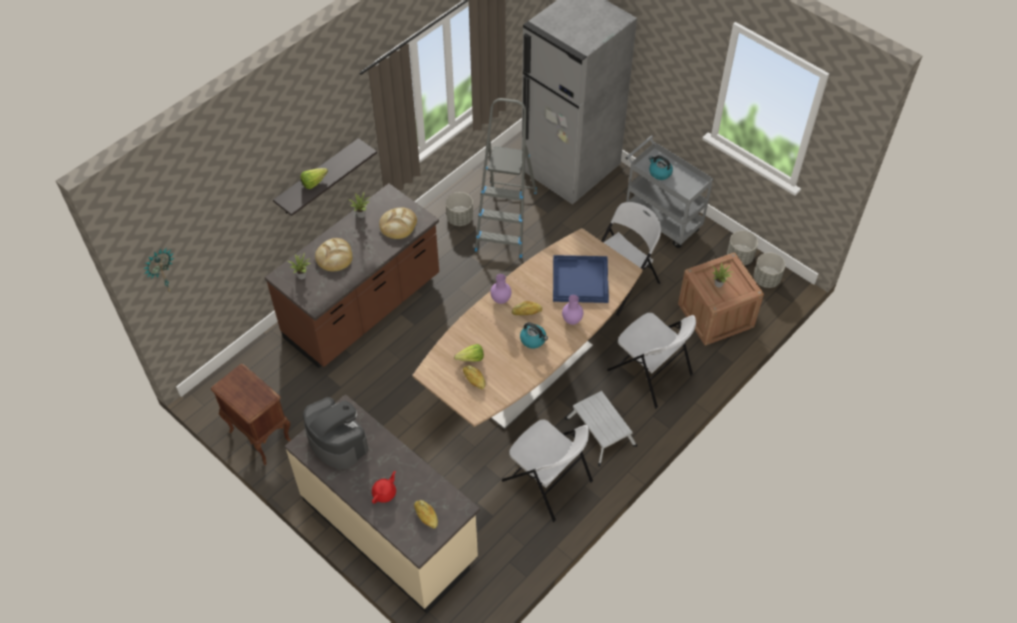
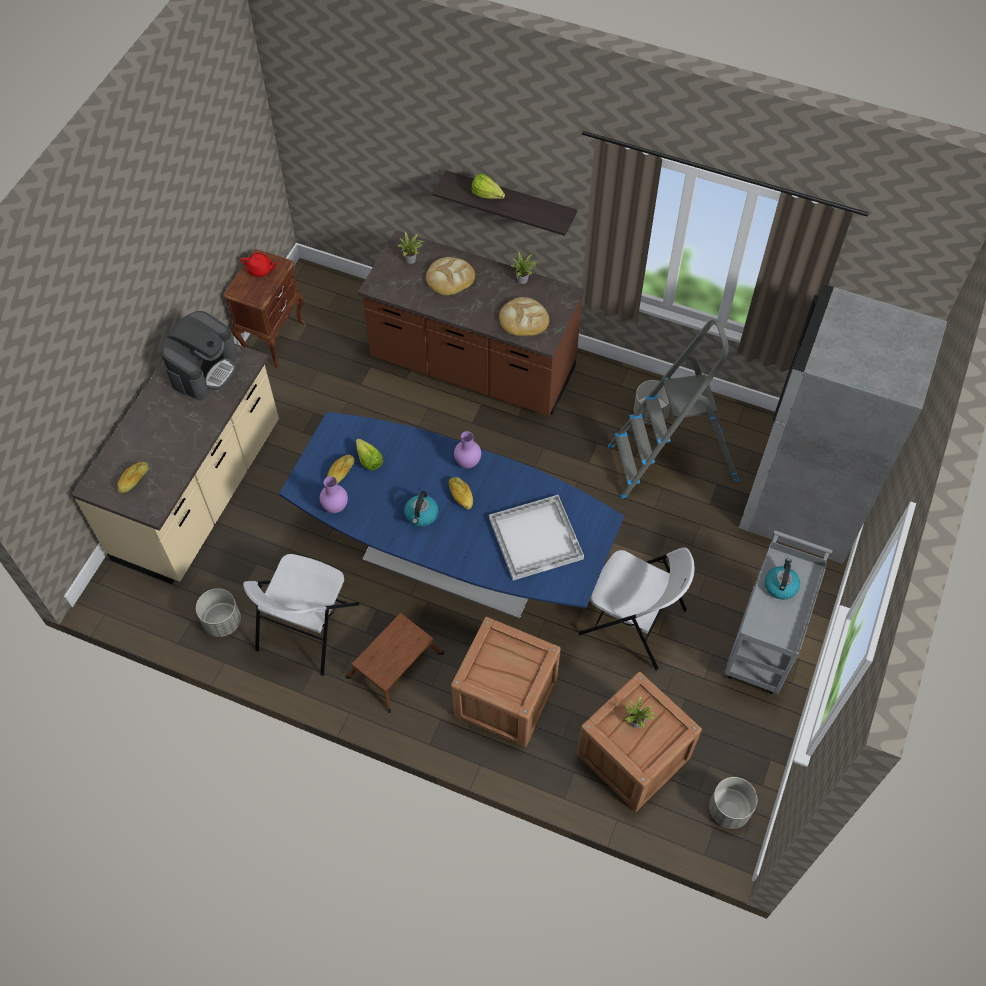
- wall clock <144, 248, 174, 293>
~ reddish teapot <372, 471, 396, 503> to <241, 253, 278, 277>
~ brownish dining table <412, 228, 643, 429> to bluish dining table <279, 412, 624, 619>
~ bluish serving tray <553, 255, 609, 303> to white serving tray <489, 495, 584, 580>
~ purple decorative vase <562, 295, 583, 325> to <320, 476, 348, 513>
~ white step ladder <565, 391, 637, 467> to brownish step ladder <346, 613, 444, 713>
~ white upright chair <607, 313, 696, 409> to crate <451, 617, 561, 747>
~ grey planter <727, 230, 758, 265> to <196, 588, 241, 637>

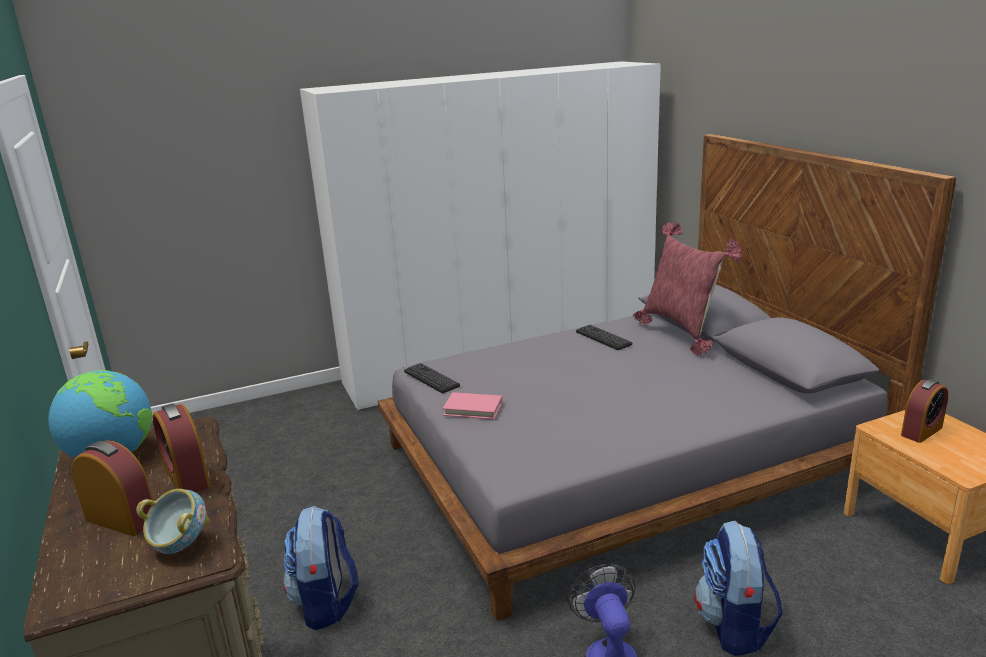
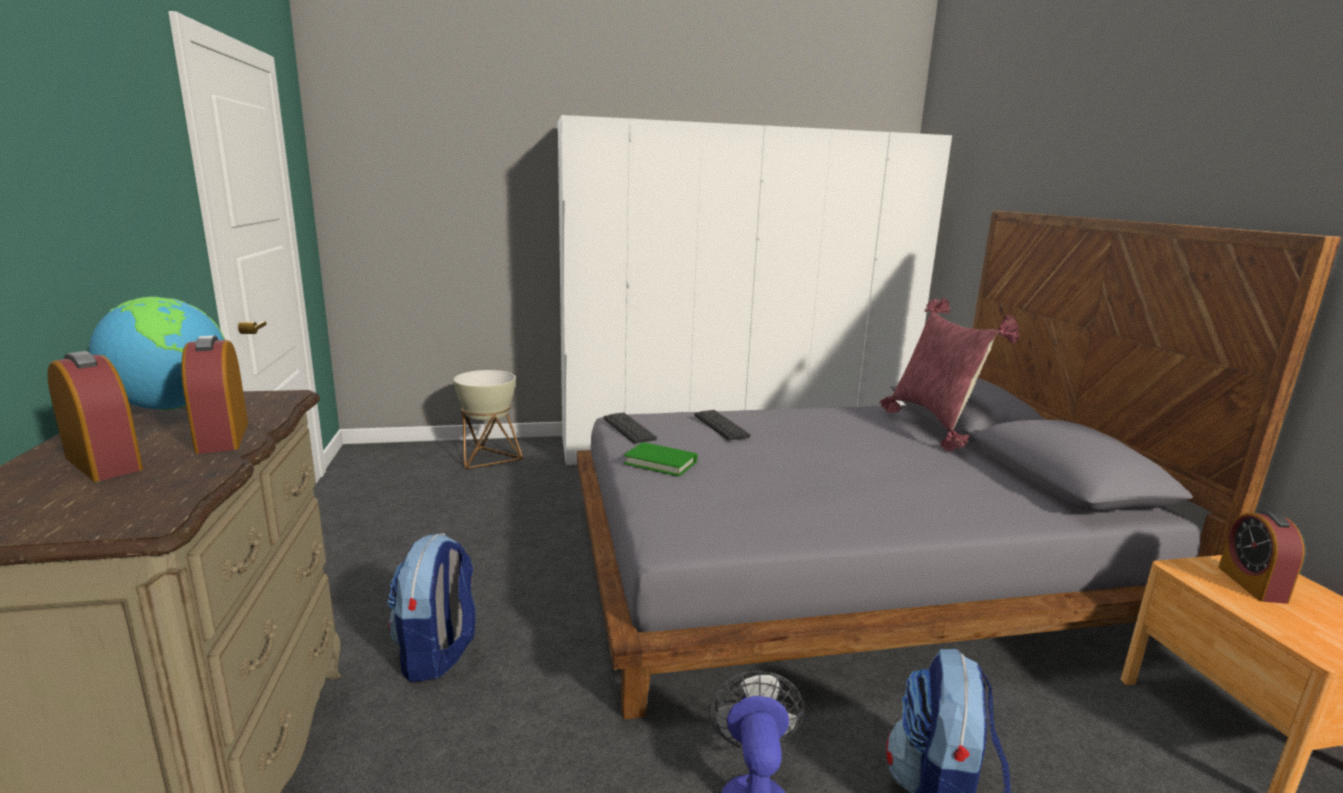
- deep dish <136, 489, 210, 554>
~ pinkish bound book <443, 392, 503, 419> to green-coloured bound book <624, 442, 697, 477>
~ keyboard <576, 325, 632, 350> to <694, 410, 750, 440>
~ bedside clock <901, 379, 948, 443> = <1218, 510, 1304, 604> 120 degrees clockwise
+ planter <454, 370, 523, 469>

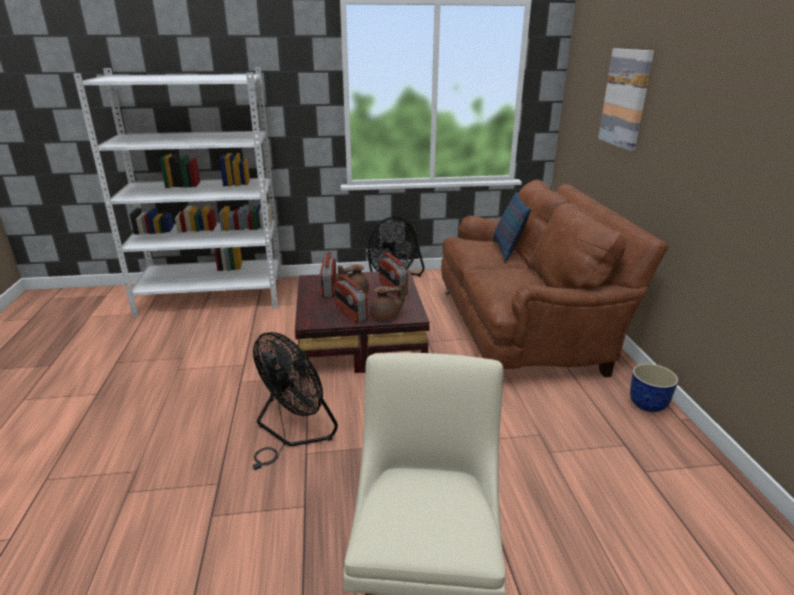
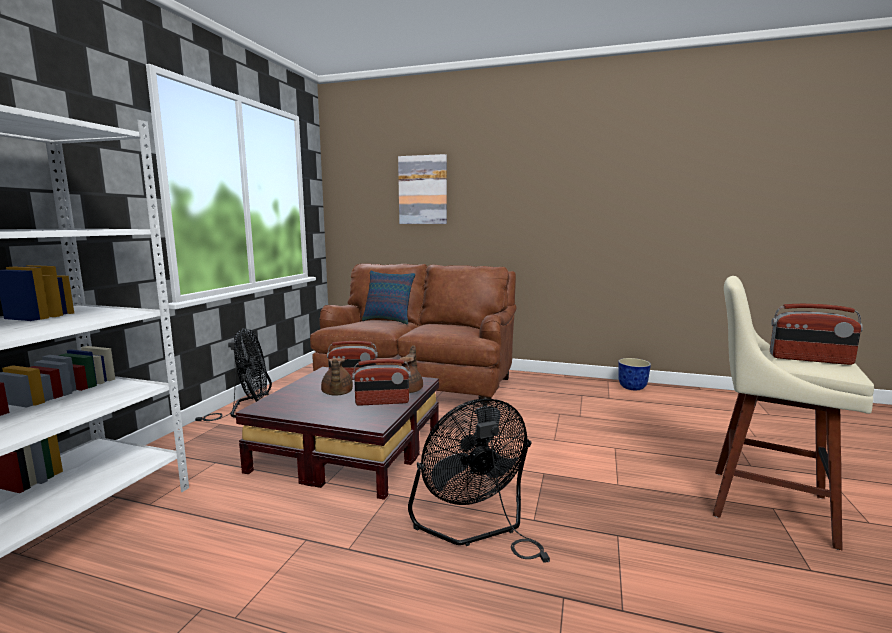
~ radio set <320, 252, 337, 297> to <770, 304, 863, 365>
~ planter <630, 363, 678, 412> to <618, 358, 651, 390>

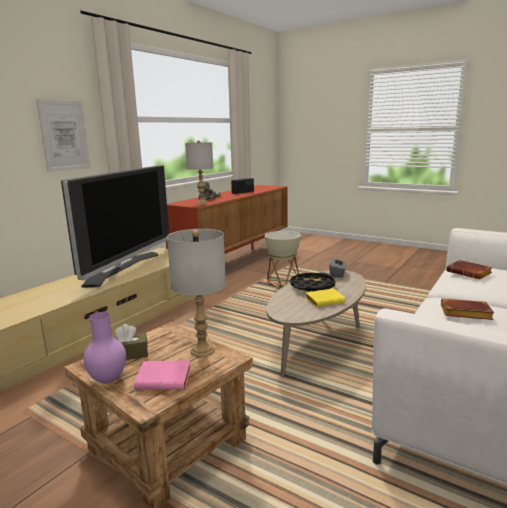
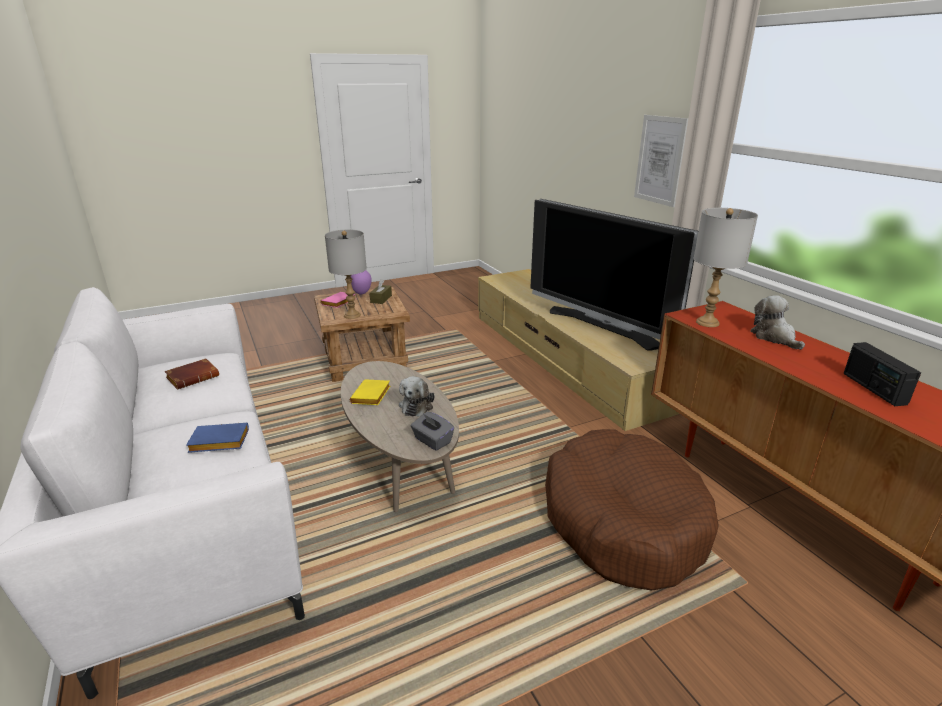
~ planter <264, 231, 301, 289> to brownish dog cushion <545, 429, 719, 590>
~ black serving tray <290, 273, 335, 292> to plush toy <399, 376, 435, 417>
~ brownish bound book <446, 260, 493, 279> to bluish bound book <186, 423, 249, 453>

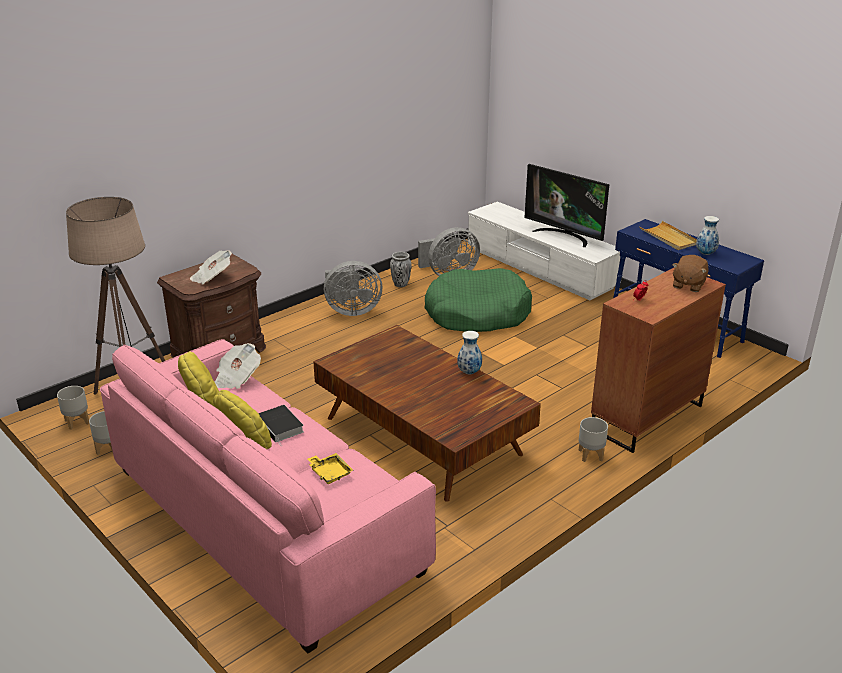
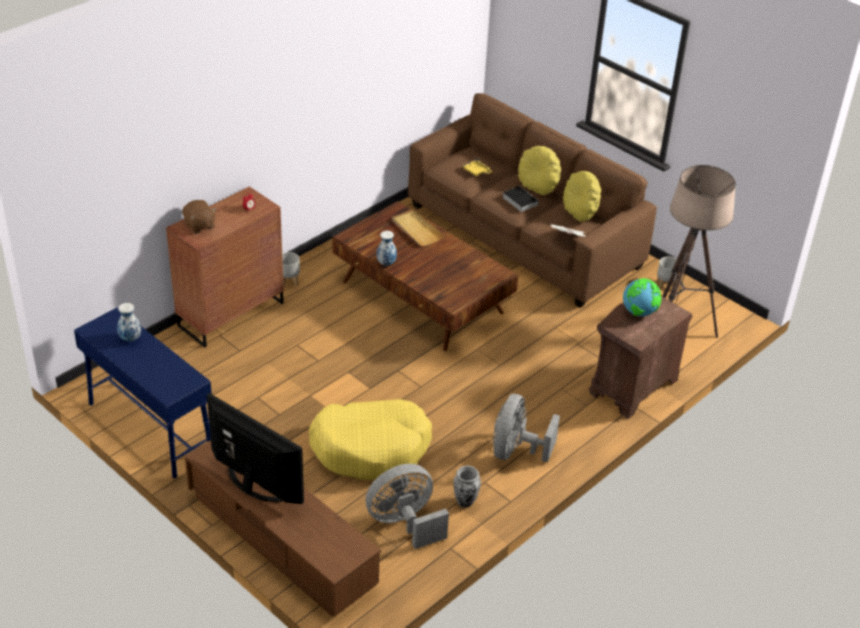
- grey planter <57, 386, 89, 430>
~ pinkish settee <100, 339, 436, 653> to brownish settee <408, 93, 657, 308>
~ printed paper <190, 250, 232, 284> to globe <623, 278, 662, 316>
~ grey fan <324, 261, 383, 316> = <493, 394, 560, 462> 60 degrees counterclockwise
~ green-coloured dog cushion <424, 268, 532, 332> to yellowish dog cushion <309, 399, 432, 480>
~ white tv stand <468, 202, 621, 300> to brownish tv stand <184, 440, 381, 616>
~ sand-coloured serving tray <640, 221, 697, 250> to <392, 209, 444, 246>
~ brownish plush toy <672, 255, 709, 292> = <183, 200, 216, 234> 120 degrees clockwise

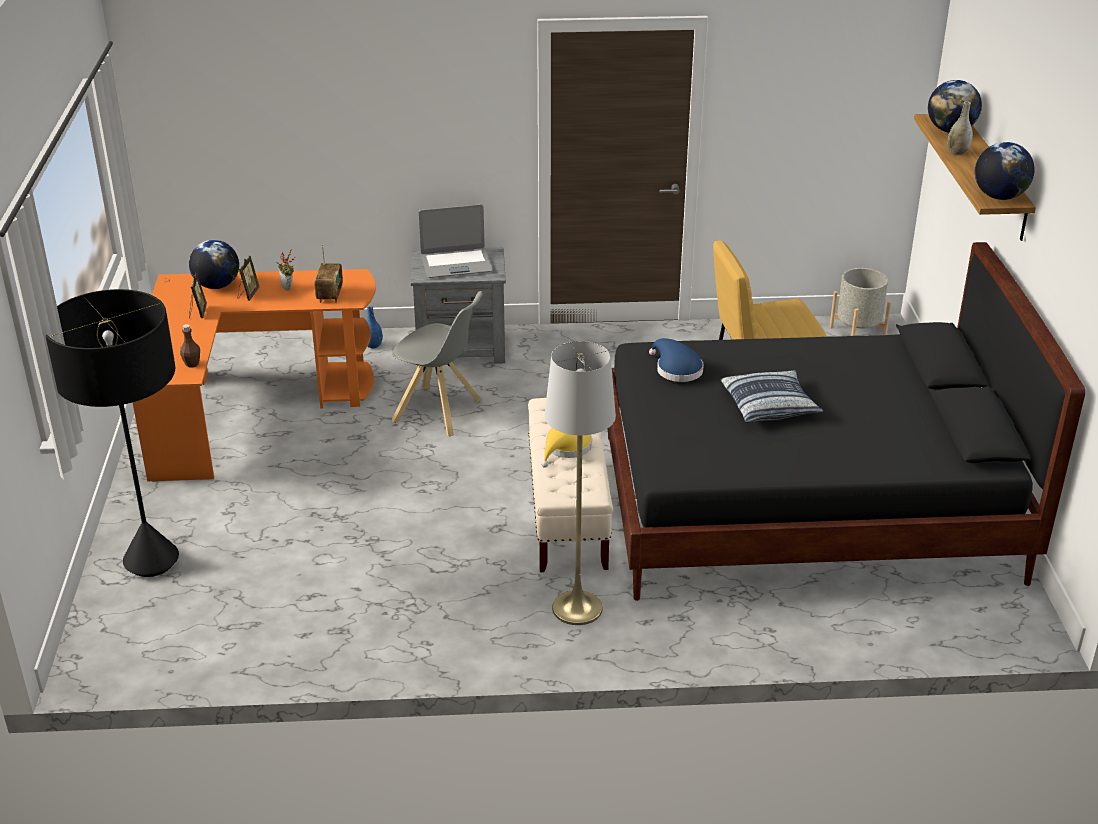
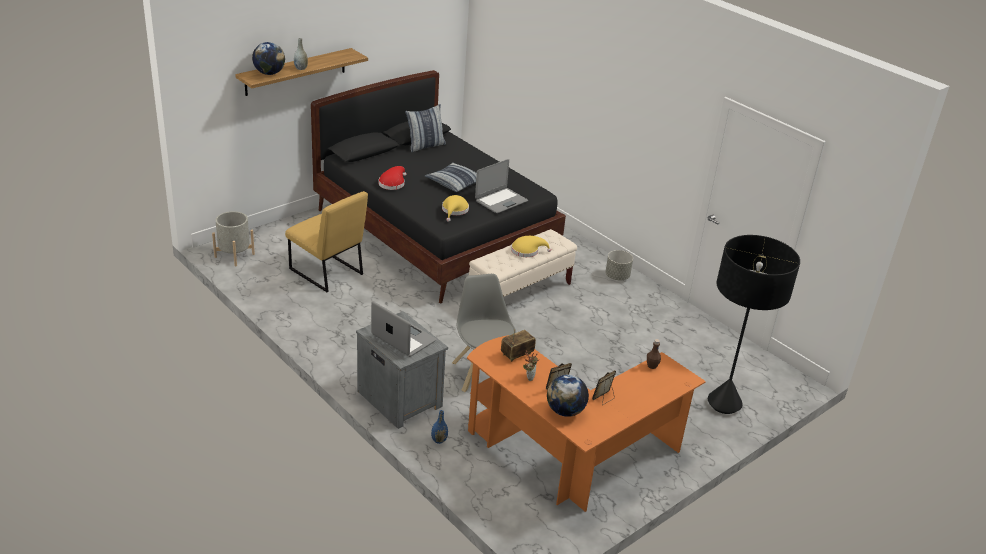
- grey standing lamp <545, 341, 616, 625>
~ bluish wearable hat <649, 338, 703, 382> to yellowish wearable hat <442, 195, 469, 222>
- globe <975, 142, 1035, 200>
+ reddish wearable hat <378, 166, 407, 190>
+ cushion <405, 104, 446, 152>
+ laptop <475, 159, 528, 213>
+ grey planter <605, 250, 633, 280>

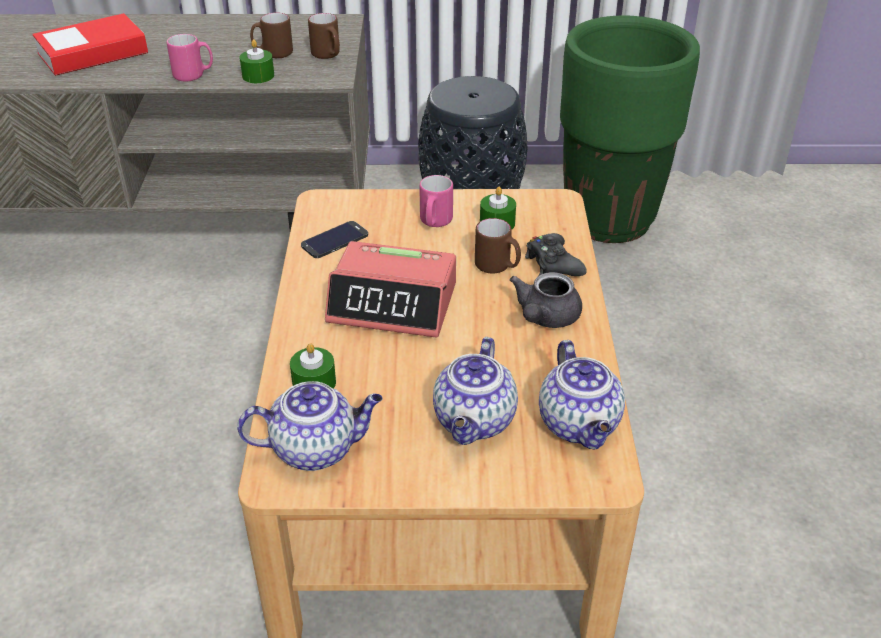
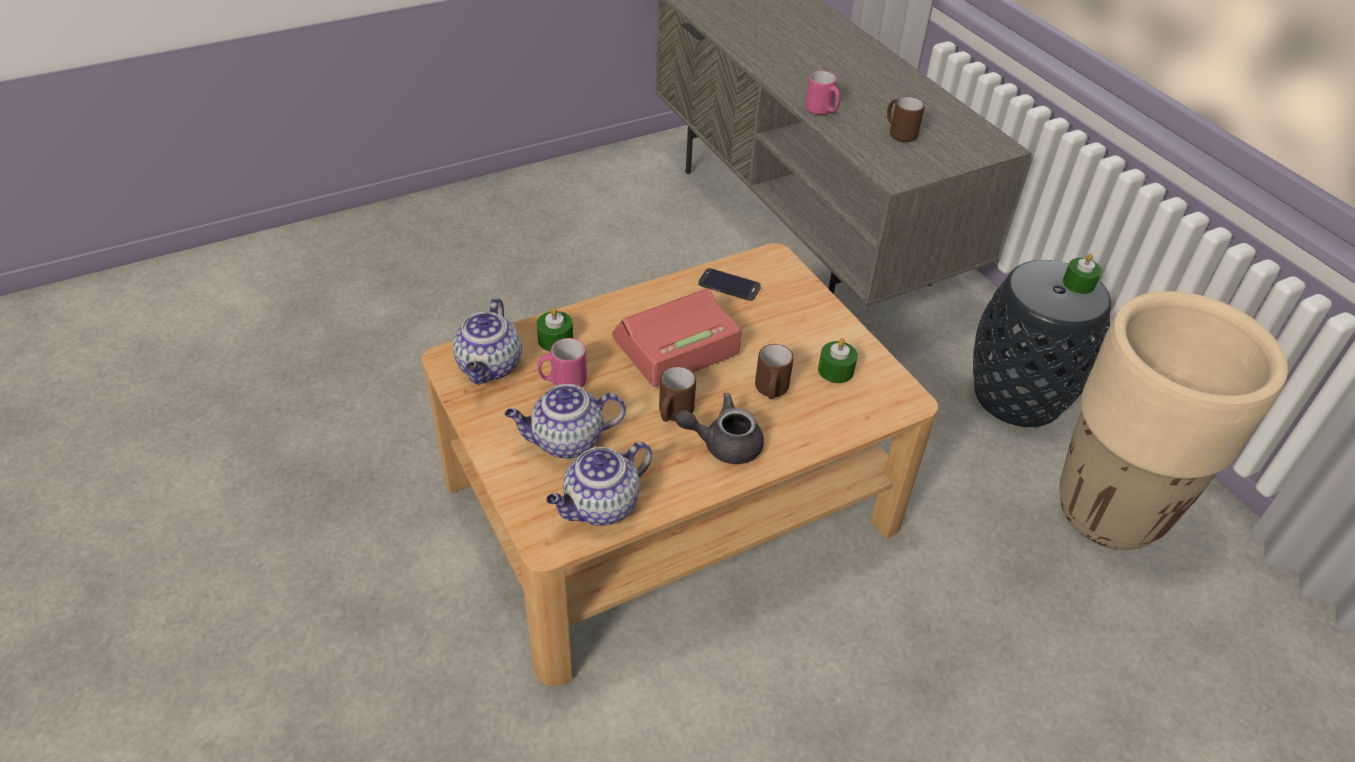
- bound book <33, 13, 148, 76>
~ teapot <237, 381, 383, 471> = <453, 298, 522, 385> 45 degrees clockwise
~ green-coloured wax candle <239, 39, 274, 83> to <1063, 254, 1102, 294>
~ brownish tea mug <308, 13, 340, 59> to <659, 366, 696, 422>
~ bedside clock <325, 241, 456, 338> = <612, 288, 742, 387> 75 degrees clockwise
~ pinkish tea mug <419, 175, 453, 227> to <538, 338, 587, 388>
- black joypad <525, 233, 587, 276>
~ green-coloured planter <560, 16, 700, 243> to sand-coloured planter <1059, 291, 1288, 550>

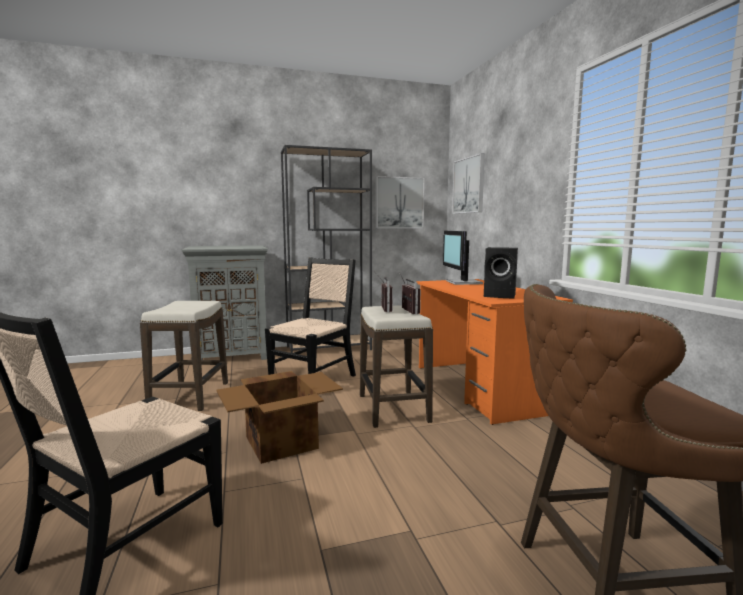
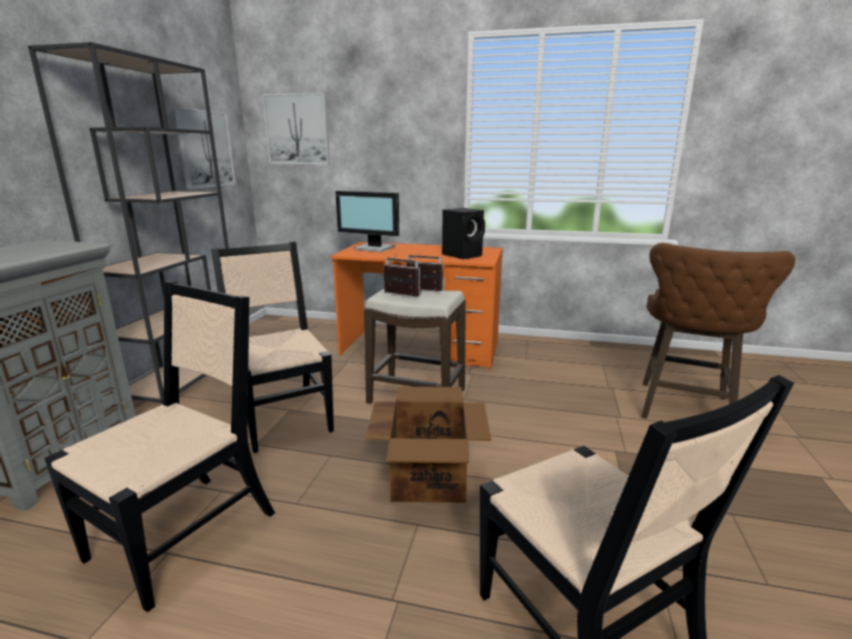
~ stool <140, 301, 228, 411> to upright chair <44, 281, 275, 612>

